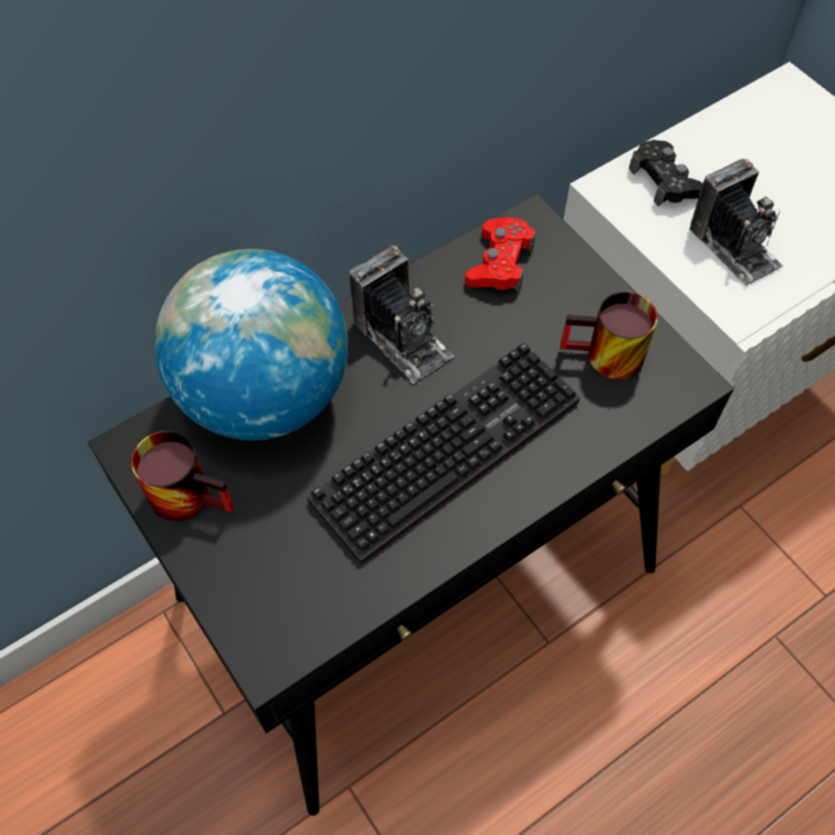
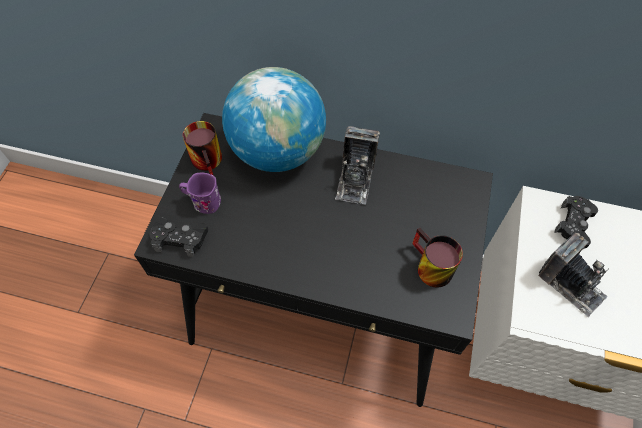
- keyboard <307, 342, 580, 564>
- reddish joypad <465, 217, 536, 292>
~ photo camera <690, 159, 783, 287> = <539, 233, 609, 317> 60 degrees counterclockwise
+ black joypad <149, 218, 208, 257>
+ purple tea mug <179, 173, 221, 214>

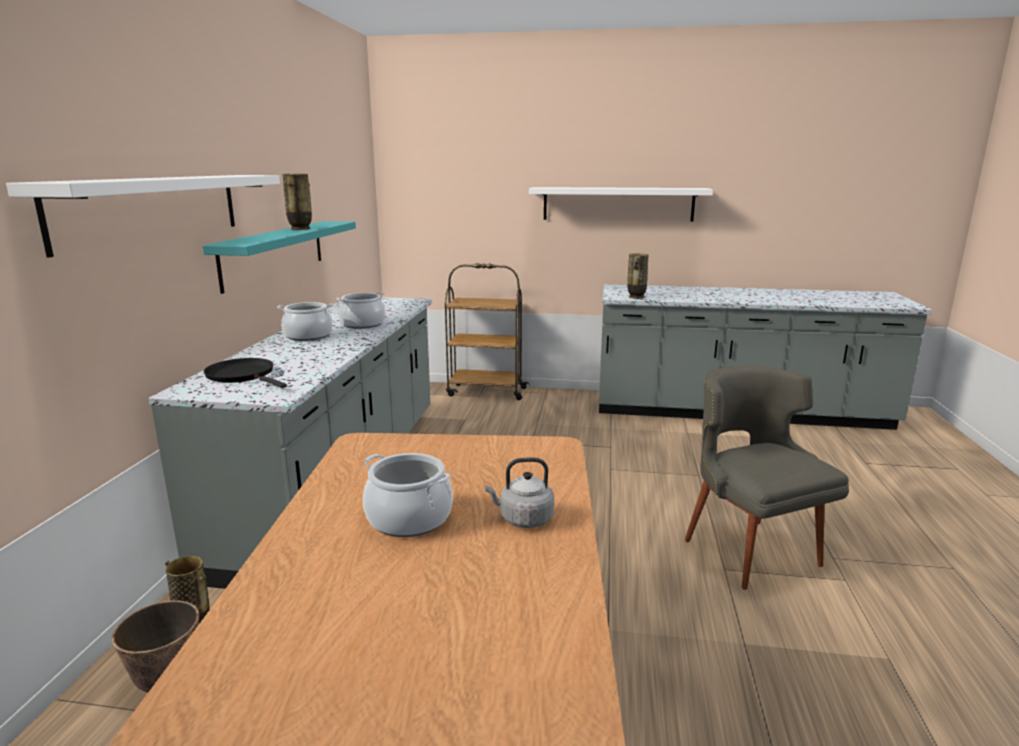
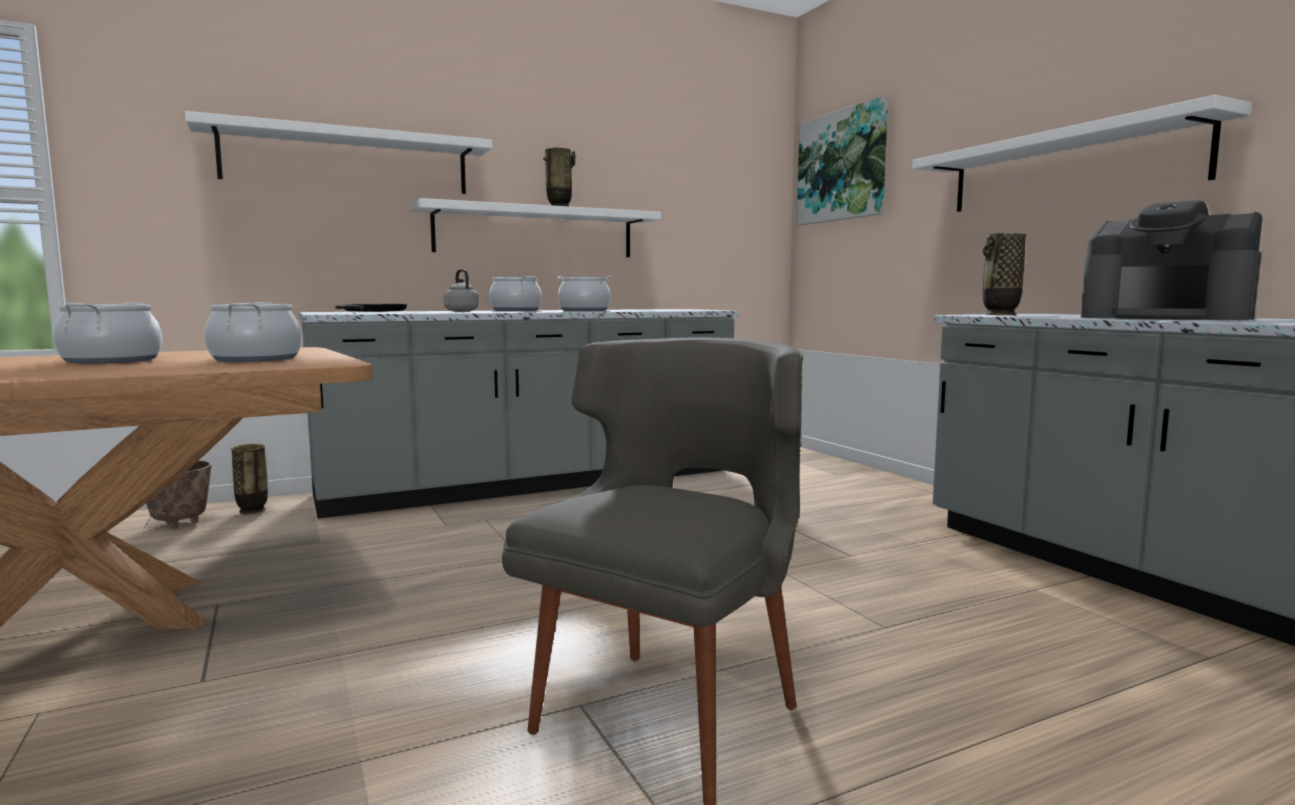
~ blue-green wall shelf <203, 221, 356, 294> to white wall shelf <412, 198, 661, 257>
- brownish wheeled cart <445, 263, 530, 400>
~ grey kettle <485, 457, 554, 528> to <444, 269, 479, 312>
+ stockpot <204, 302, 302, 362>
+ wall art <797, 96, 888, 225>
+ coffee brewer <1080, 200, 1263, 320>

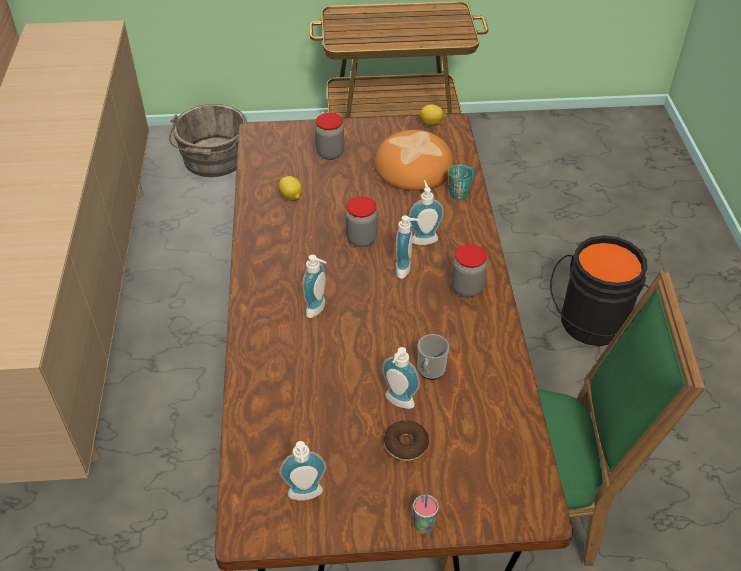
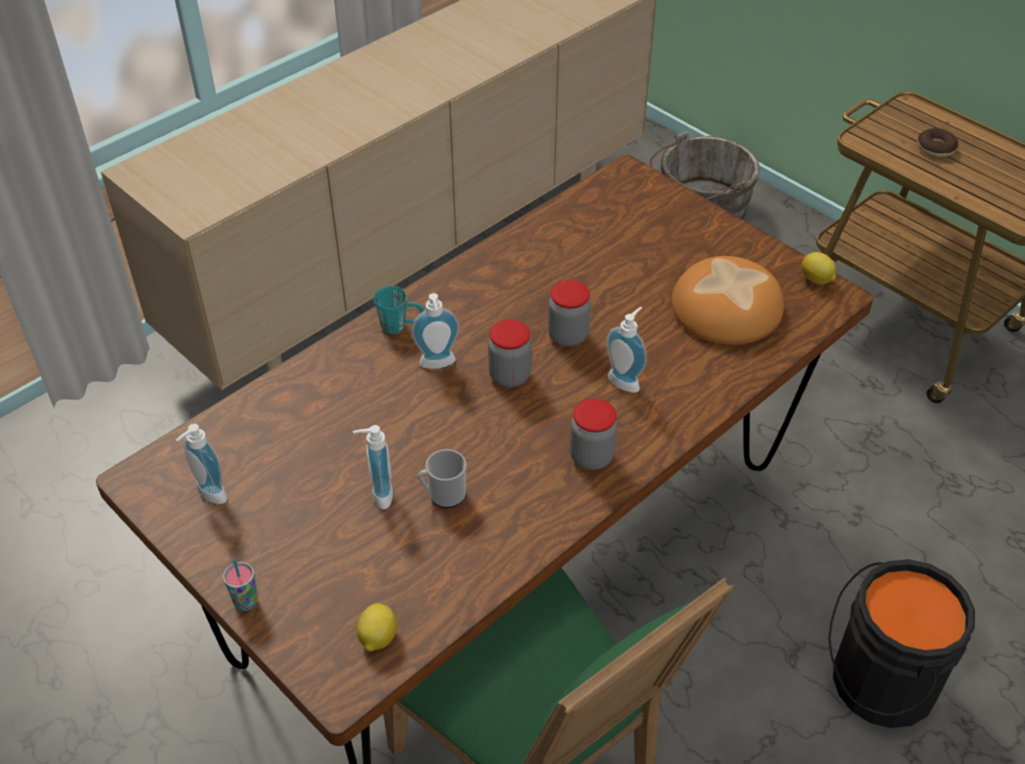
~ lemon <278, 176, 303, 201> to <356, 603, 397, 652>
~ jar <315, 113, 344, 160> to <488, 319, 532, 387>
~ donut <384, 420, 429, 461> to <917, 128, 958, 157>
- liquid soap bottle <396, 215, 420, 279>
~ blue-green tea mug <449, 165, 475, 200> to <373, 286, 424, 334>

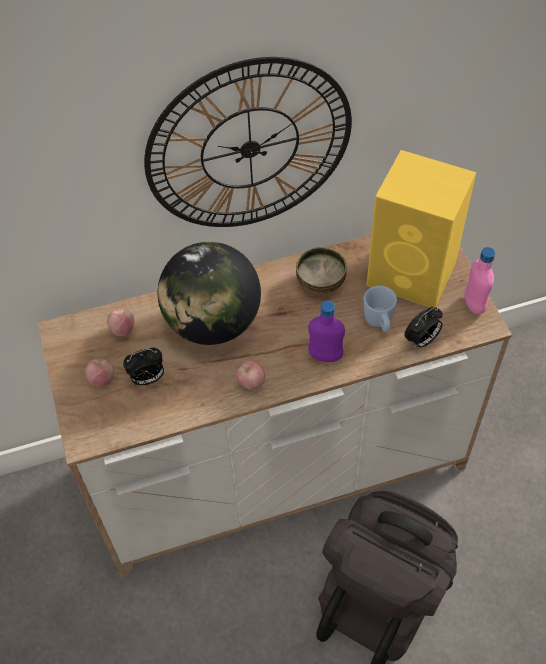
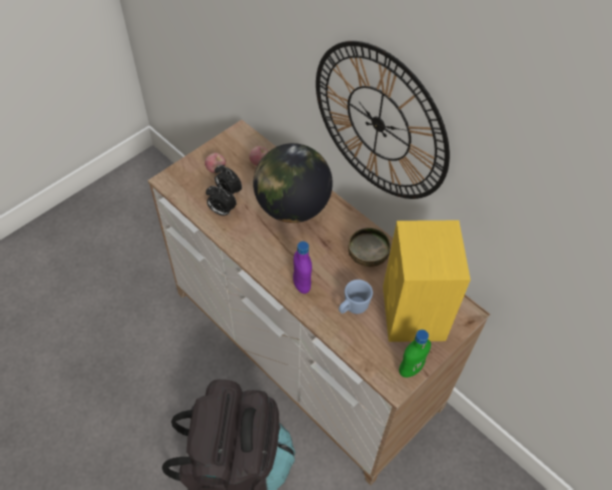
- apple fruit <236, 361, 265, 390>
~ bedside clock <405, 307, 443, 348> to <206, 186, 237, 216>
~ pinkish bottle <465, 247, 495, 314> to green-coloured bottle <399, 330, 431, 378>

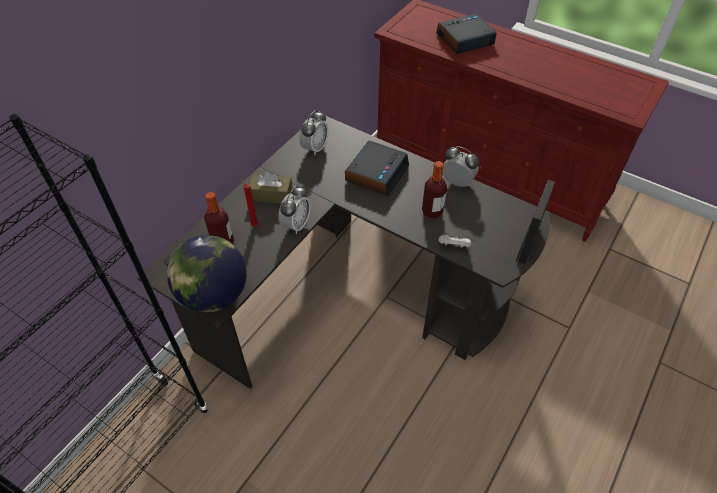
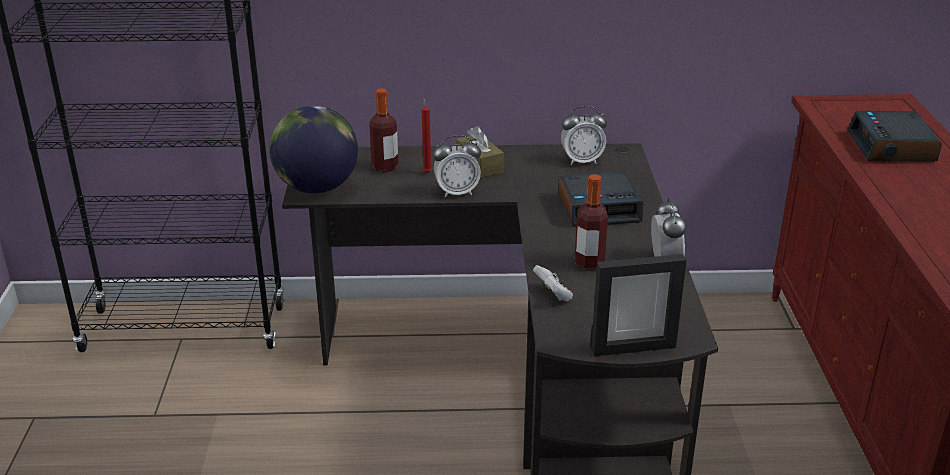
~ bedside clock <436, 13, 497, 54> = <847, 111, 942, 162> 120 degrees counterclockwise

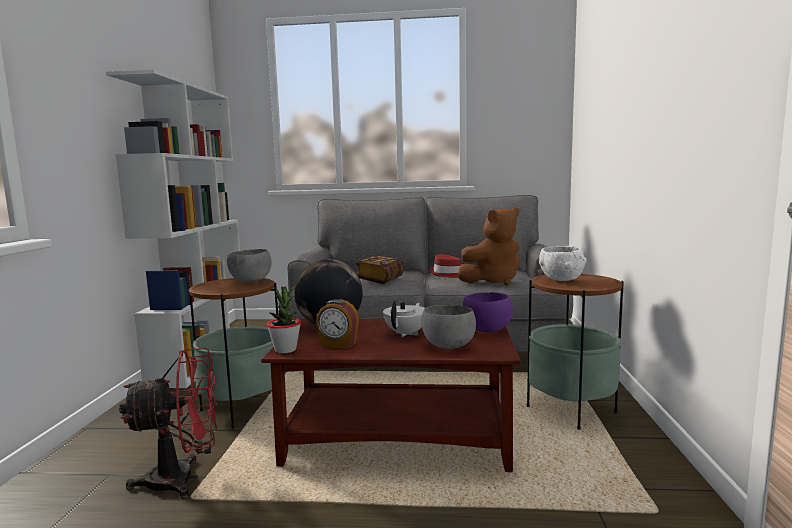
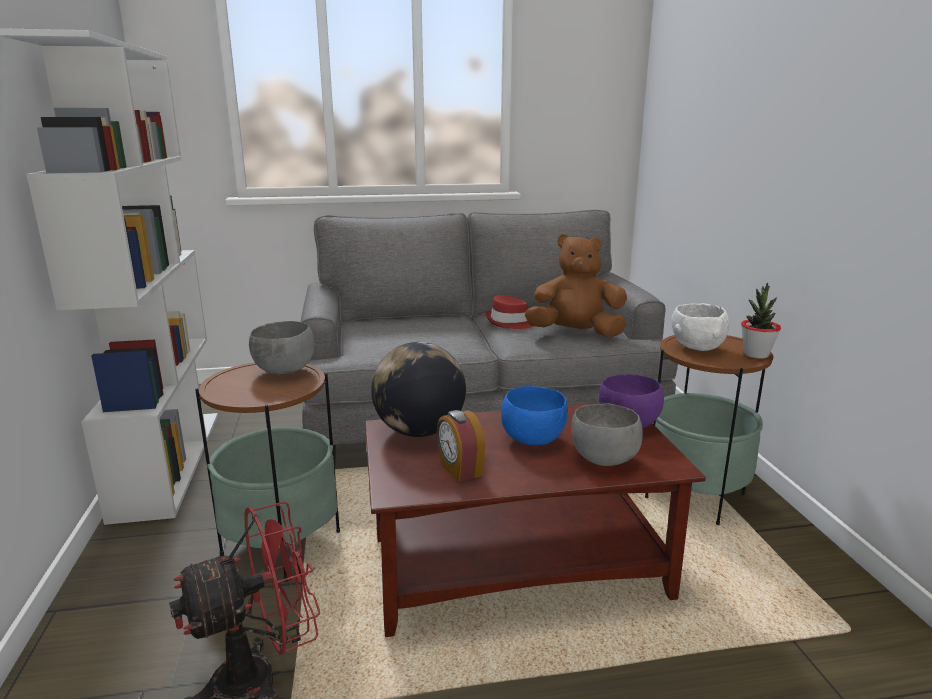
~ plant in a pot <267, 284, 301, 353> to <741, 282, 781, 359>
~ bedside clock <316, 299, 359, 349> = <437, 410, 486, 482> 60 degrees clockwise
- bound book <356, 256, 404, 284>
~ white teapot <383, 301, 425, 337> to bluish deep dish <501, 386, 568, 445>
~ brownish plush toy <458, 207, 520, 285> = <524, 234, 627, 337> 135 degrees counterclockwise

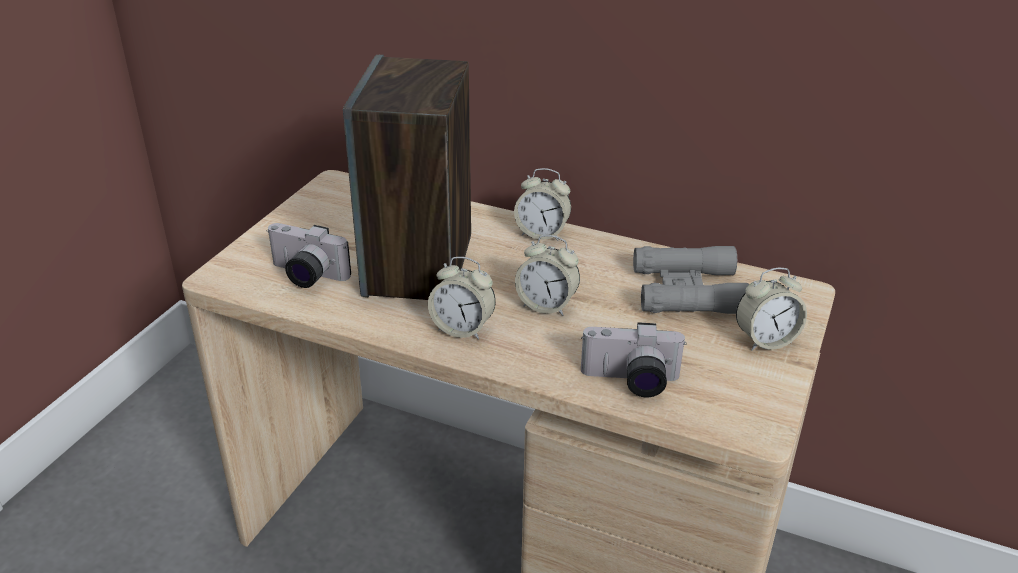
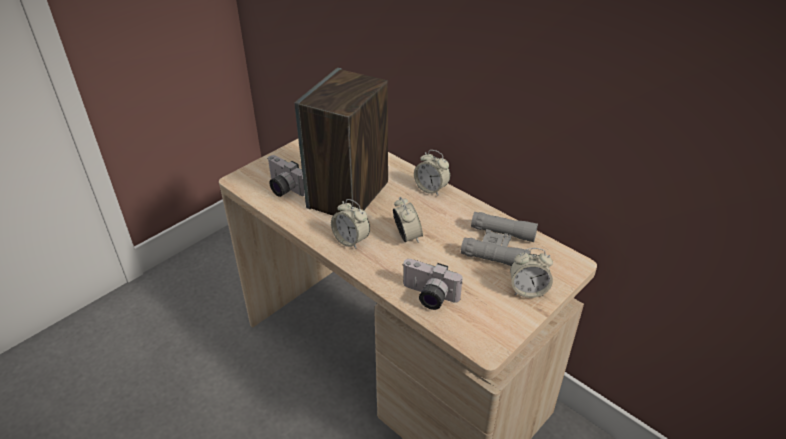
~ bedside clock <515, 235, 580, 316> = <393, 197, 423, 243> 150 degrees counterclockwise

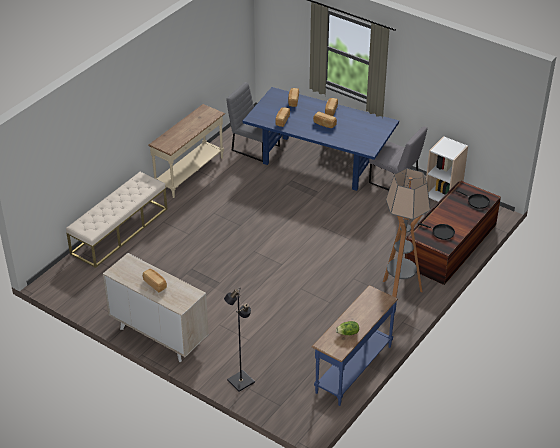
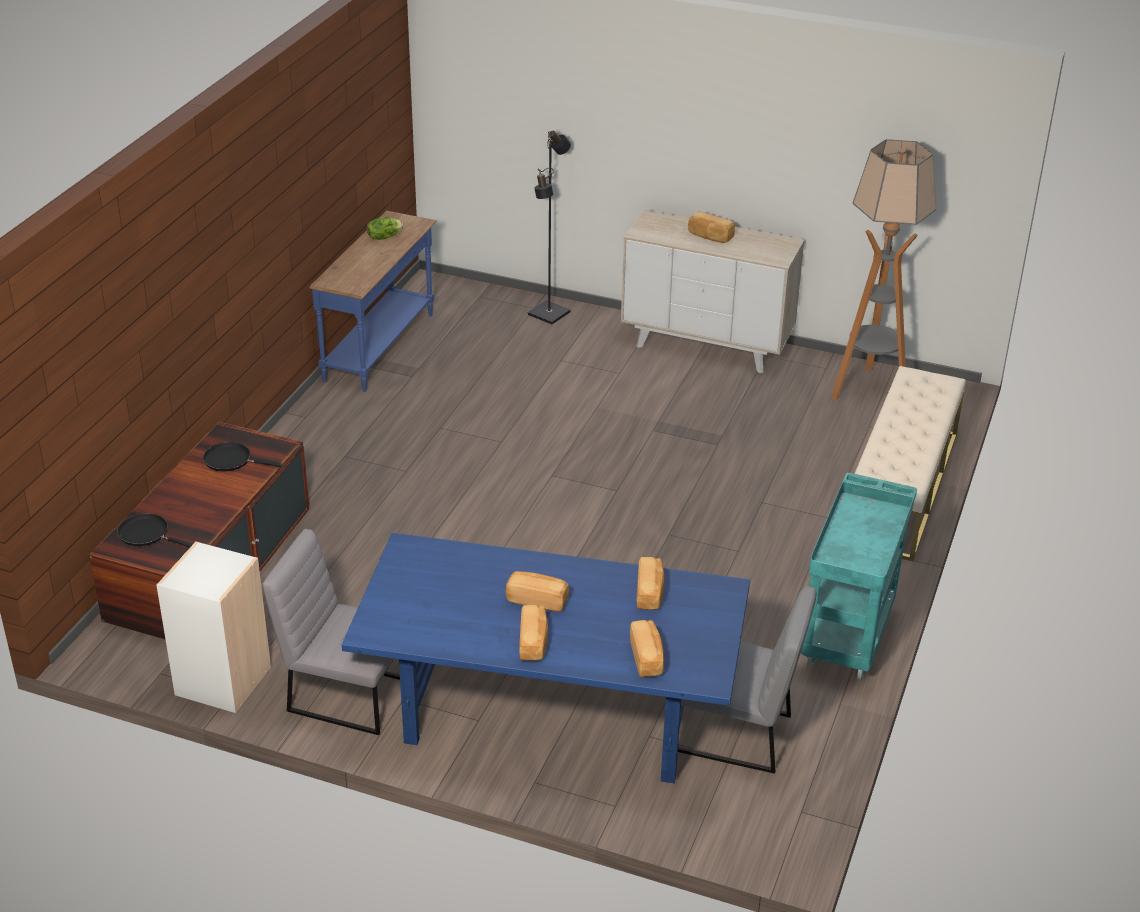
~ sand-coloured narrow table <148, 104, 225, 198> to blue-green wheeled cart <801, 473, 917, 681>
~ standing lamp <383, 168, 430, 297> to <831, 139, 936, 400>

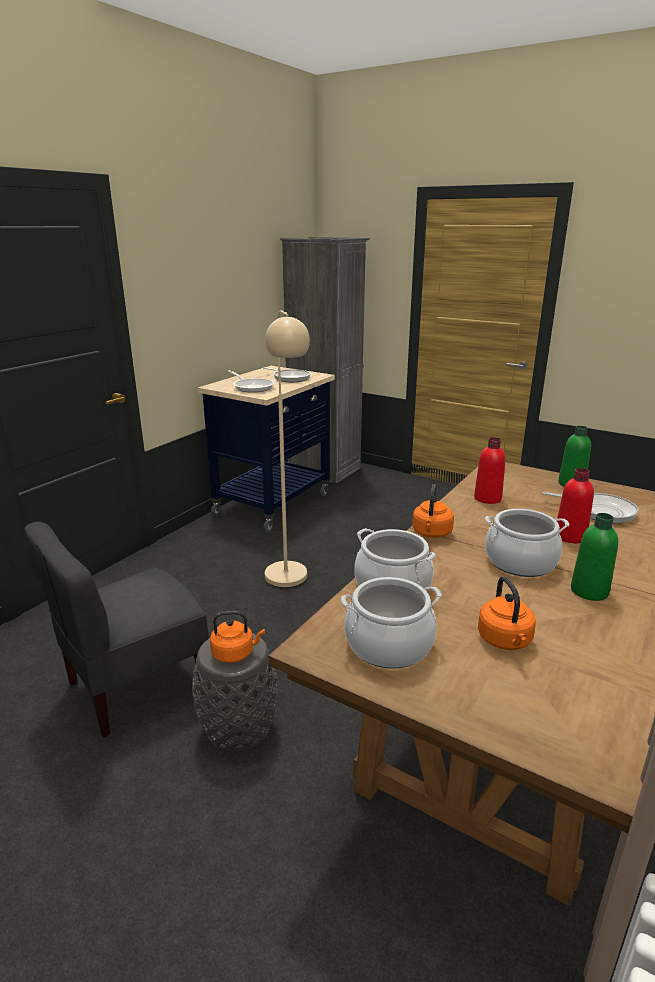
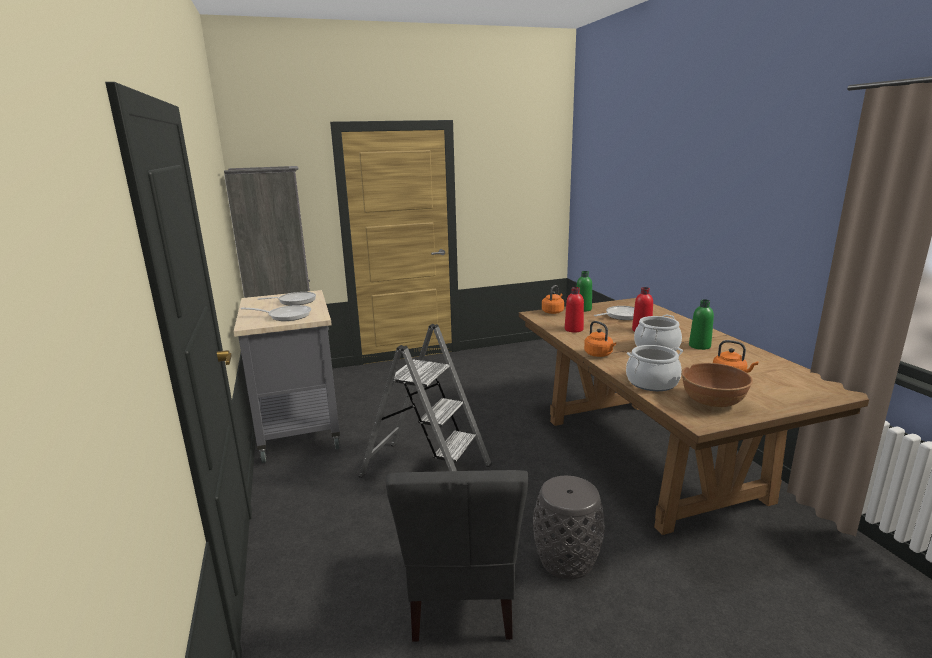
~ bluish wheeled cart <198, 366, 335, 532> to grey wheeled cart <233, 290, 340, 463>
~ orange-coloured kettle <210, 611, 265, 663> to <542, 285, 564, 314>
~ sand-coloured standing lamp <265, 310, 310, 588> to grey step ladder <358, 324, 492, 478>
~ stockpot <341, 577, 442, 669> to brownish deep dish <681, 363, 753, 407>

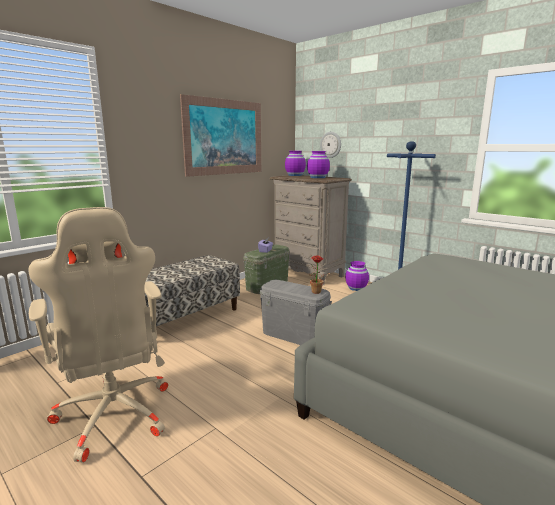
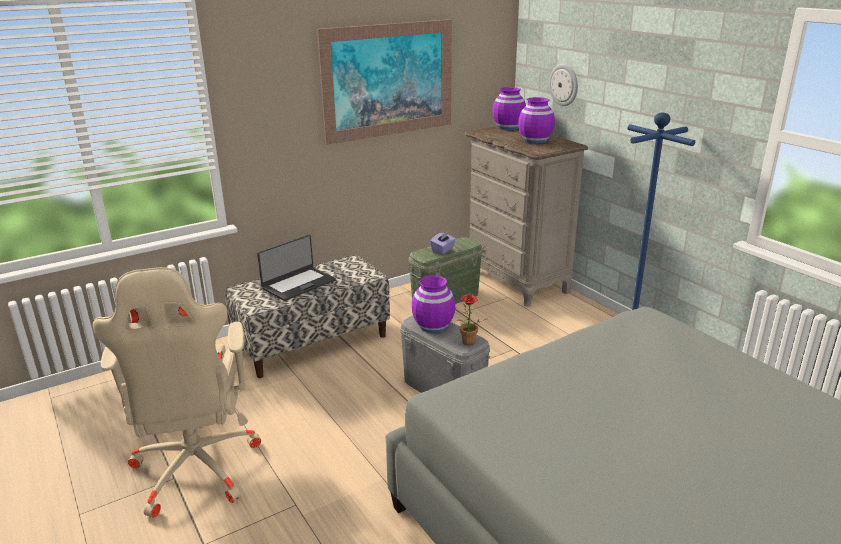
~ purple decorative vase <345, 261, 369, 291> to <412, 275, 455, 333>
+ laptop <257, 235, 336, 301>

